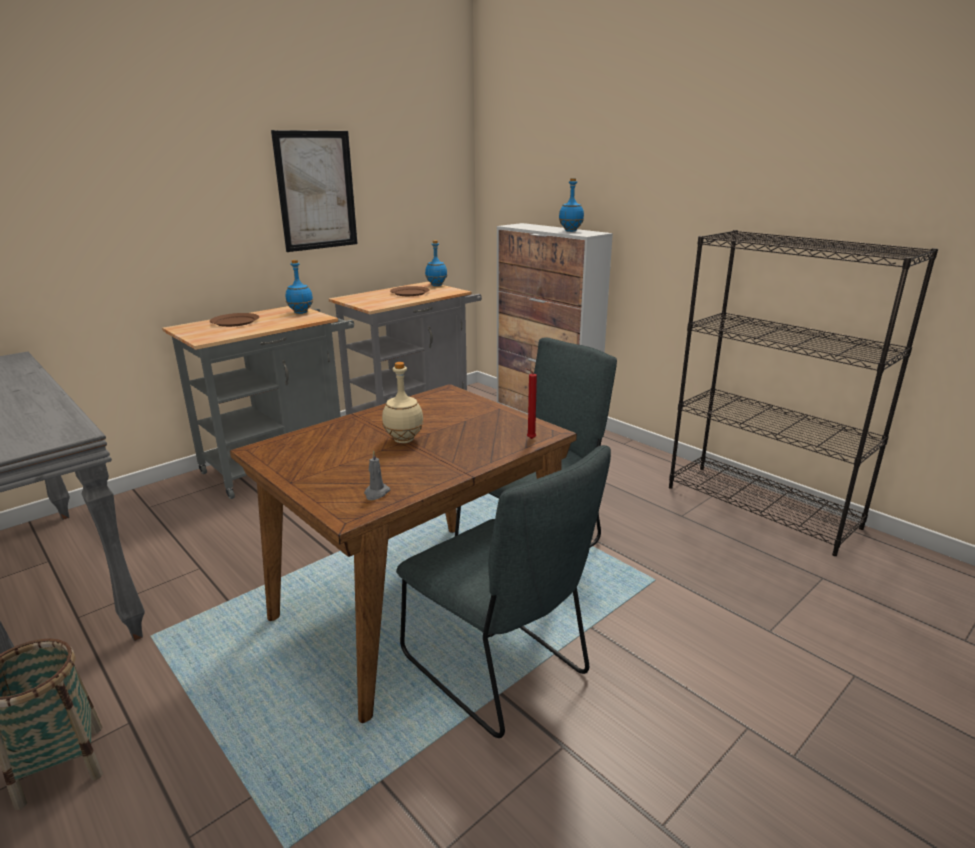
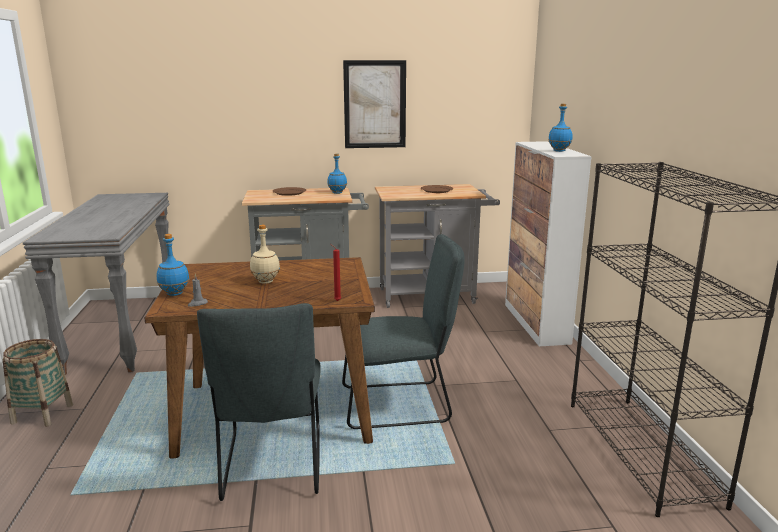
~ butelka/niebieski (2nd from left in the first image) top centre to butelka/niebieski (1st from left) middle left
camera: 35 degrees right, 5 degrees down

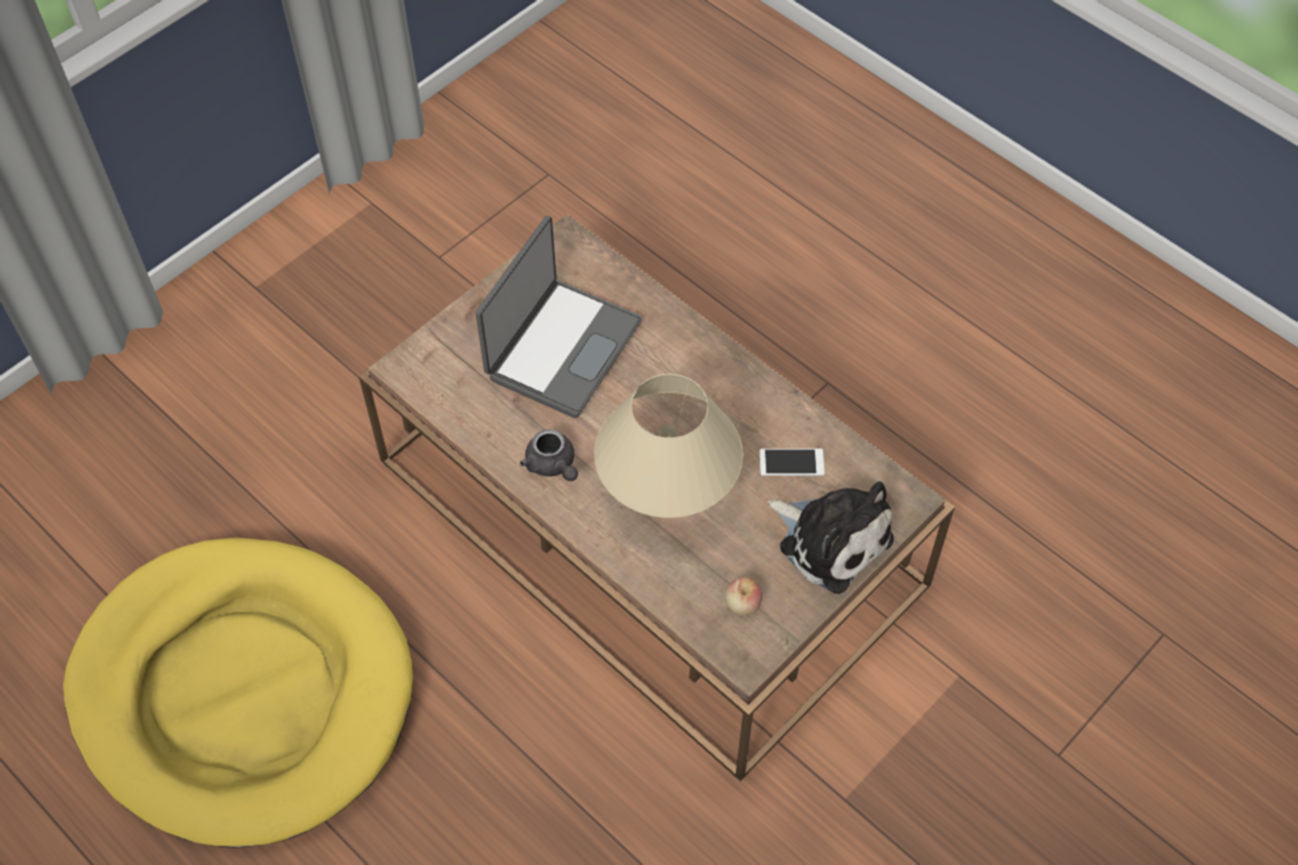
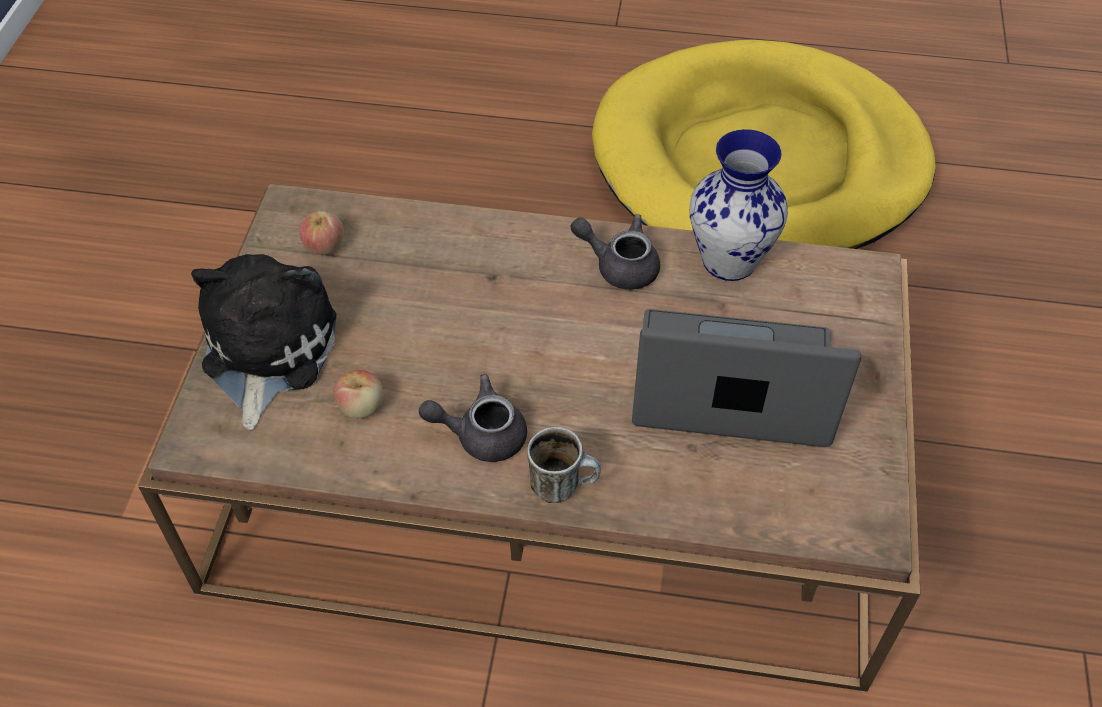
- lampa stołowa/beżowy centre
+ imbryk/szary (1st from left) centre
+ kubek centre
+ wazon top right
~ telefon centre to jabłko (2nd from left) middle left
~ laptop centre = middle right 105 degrees clockwise
~ pluszak centre = middle left 90 degrees clockwise
camera: 145 degrees right, 5 degrees down

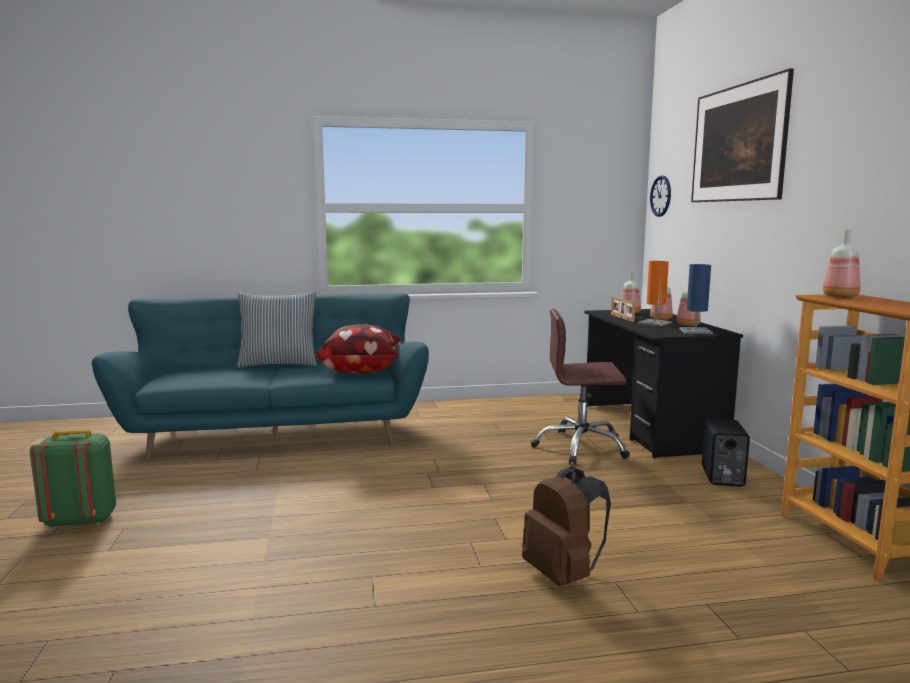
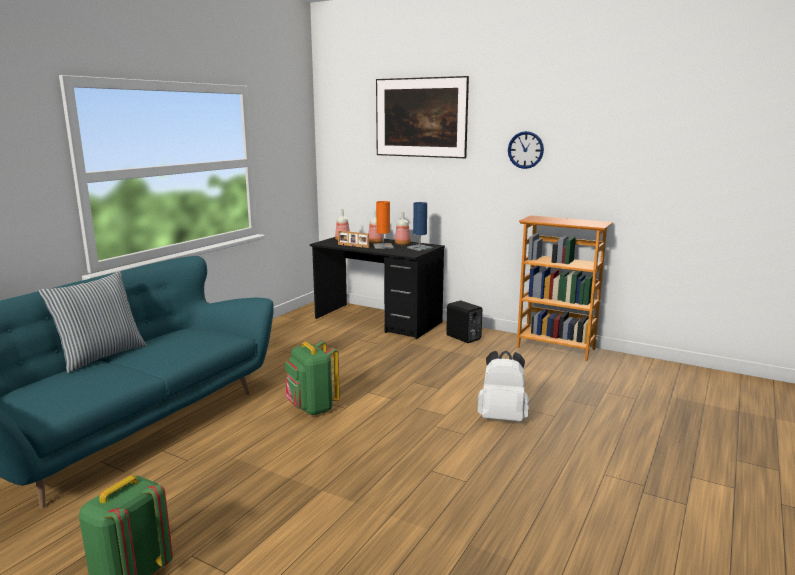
- poduszka (2nd from left) centre
- krzesło biurowe/brązowy centre
- butelka (4th from left) middle right
+ plecak/zielony (2nd from left) centre
~ zegar ścienny top right to top centre
~ plecak/brązowy bottom centre to plecak/biały bottom centre
camera: 50 degrees left, 5 degrees up

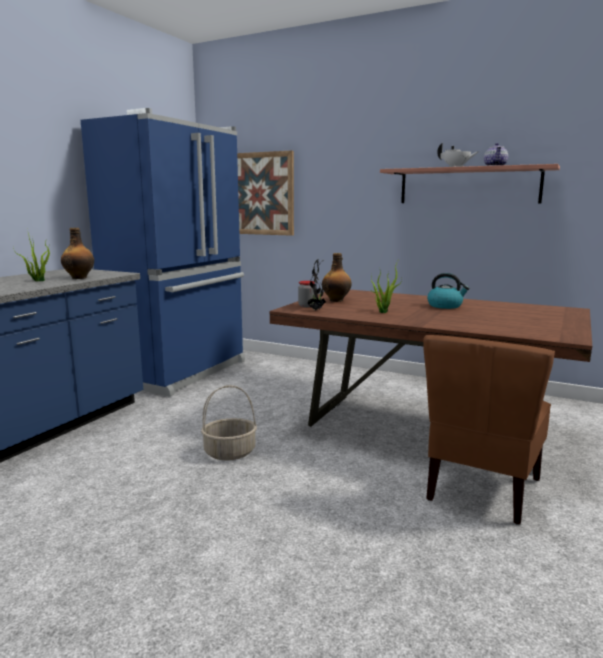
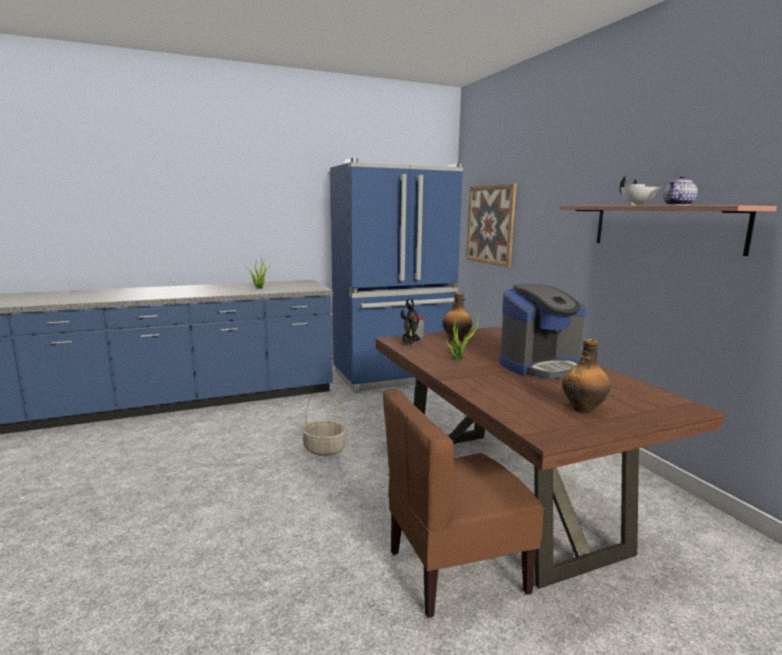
~ butelka (1st from left in the first image) middle left to butelka (2nd from left) middle right
~ czajnik middle right to ekspres do kawy middle right
camera: 40 degrees right, 0 degrees up

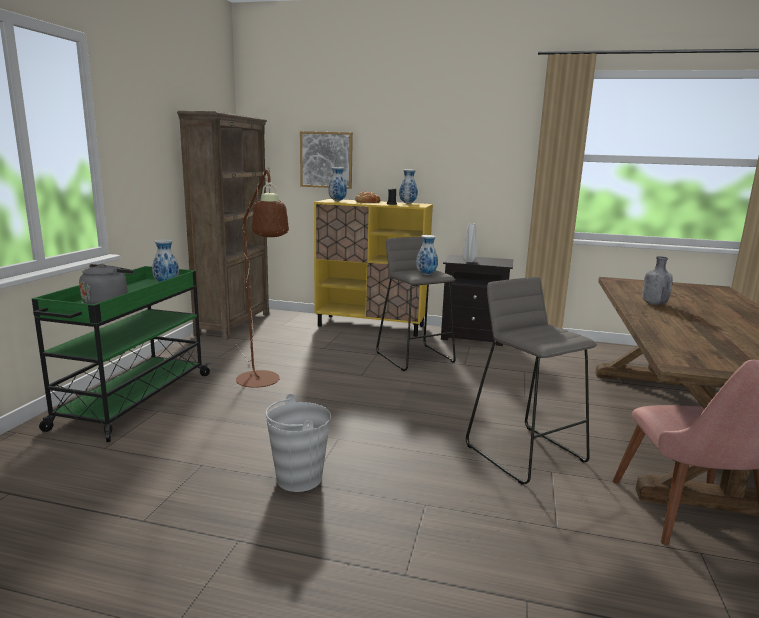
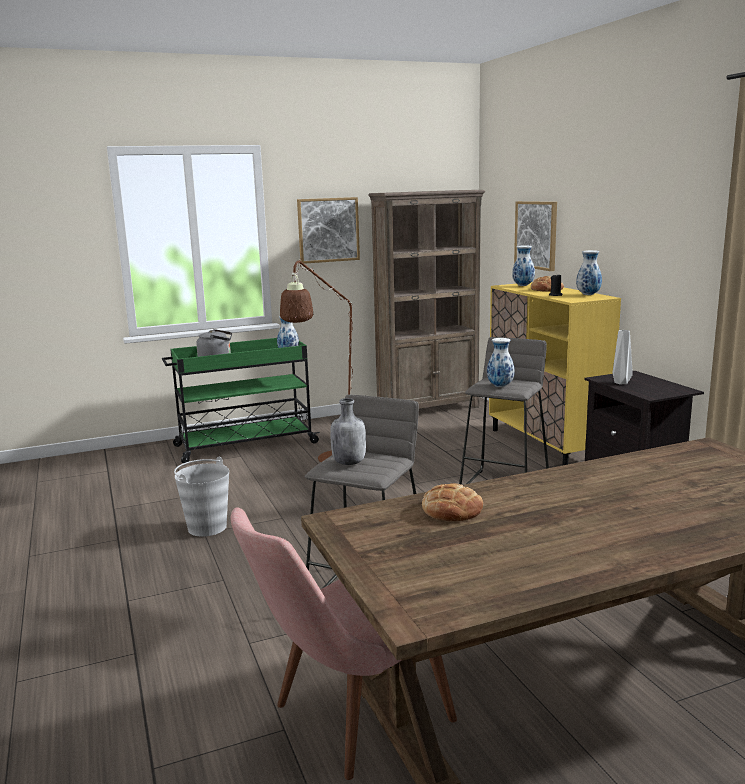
+ obraz (1st from left) top centre
+ chleb (1st from left) centre
~ butelka/szary middle right to centre
camera: 55 degrees right, 0 degrees up

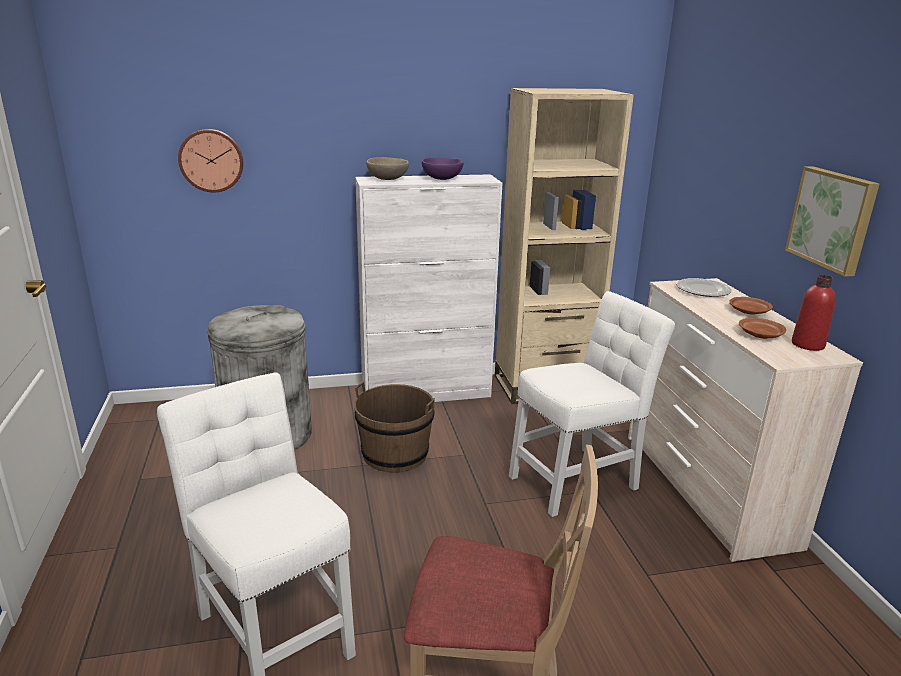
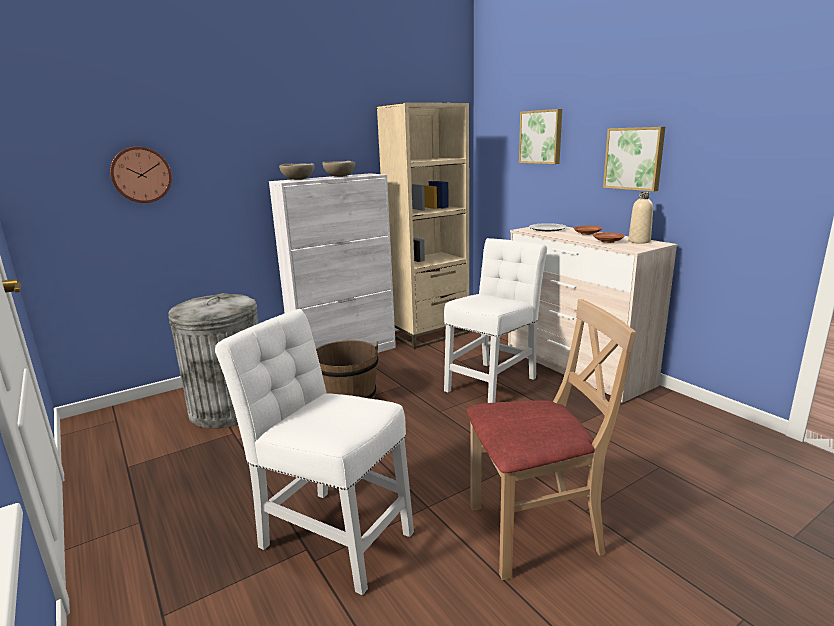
+ obraz (1st from left) top centre
~ miska/fioletowy top centre to miska/beżowy (2nd from left) top centre
~ butelka/czerwony middle right to butelka/beżowy middle right
camera: 20 degrees left, 5 degrees down

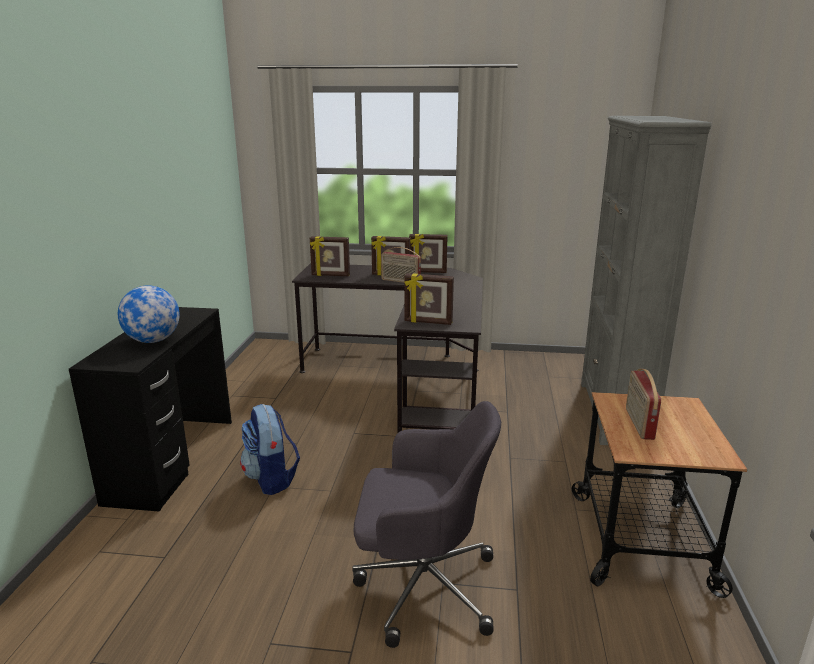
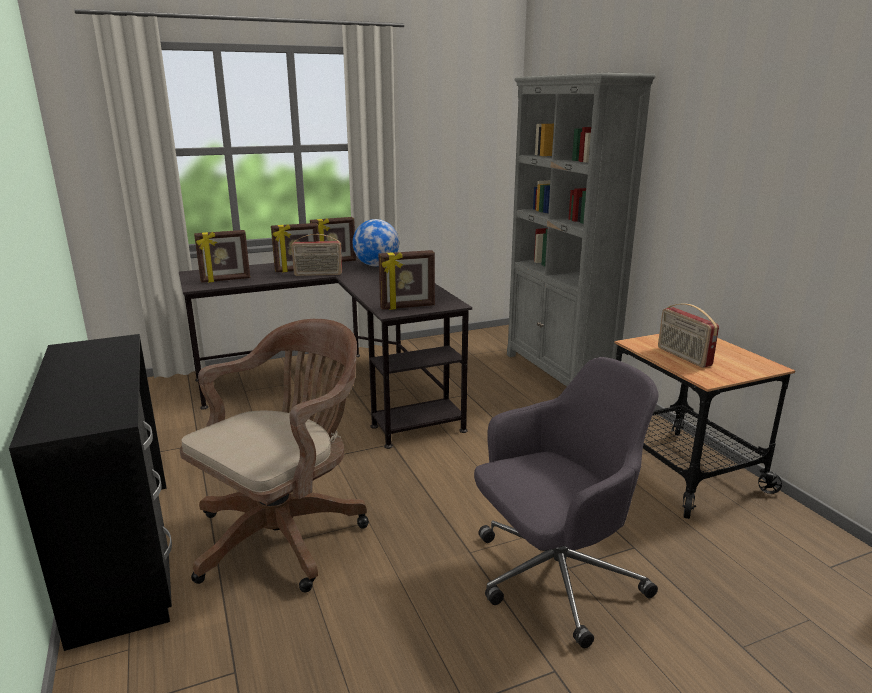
~ globus middle left to centre
~ plecak bottom left to krzesło biurowe/brązowy middle left
camera: 30 degrees left, 0 degrees up

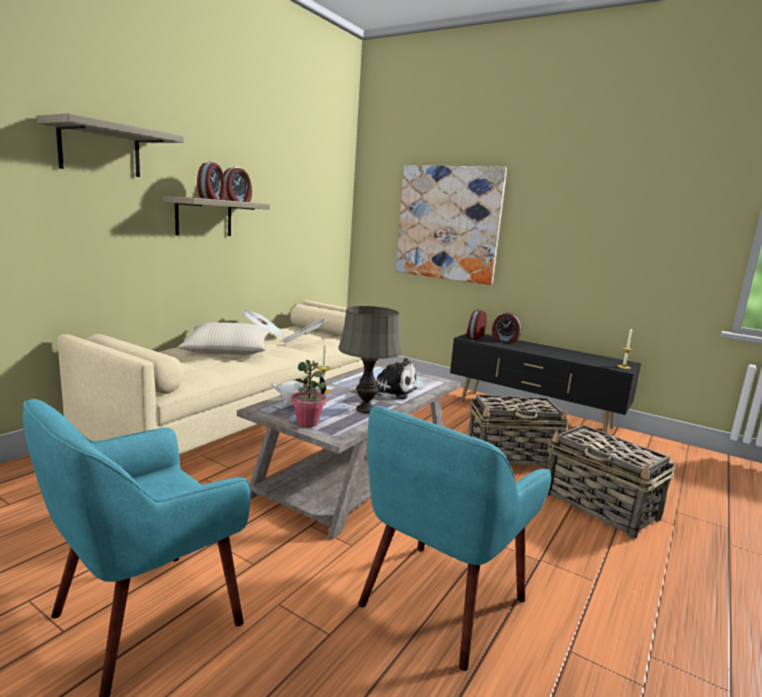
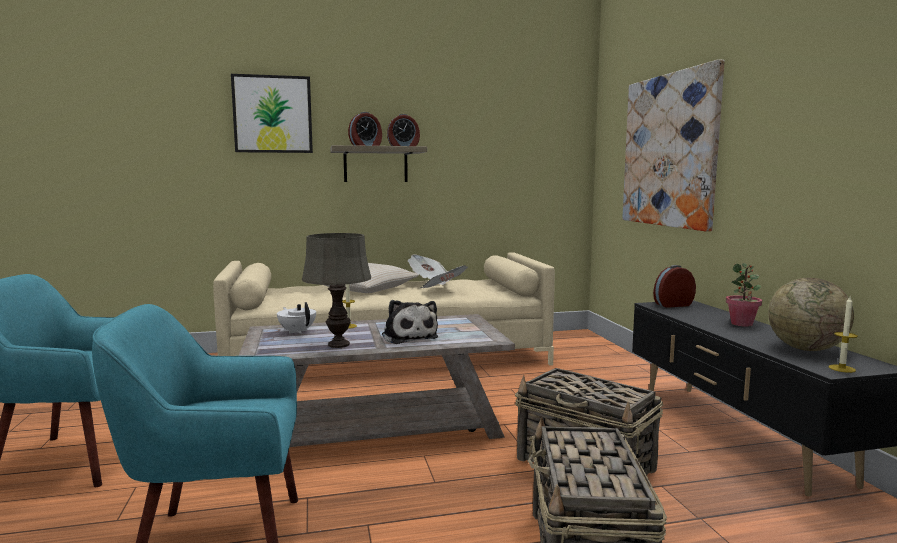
- budzik (4th from left) centre
+ globus middle right
~ roślina doniczkowa centre to middle right
~ półka (1st from left) top left to obraz (1st from left) top left
camera: 45 degrees right, 5 degrees down

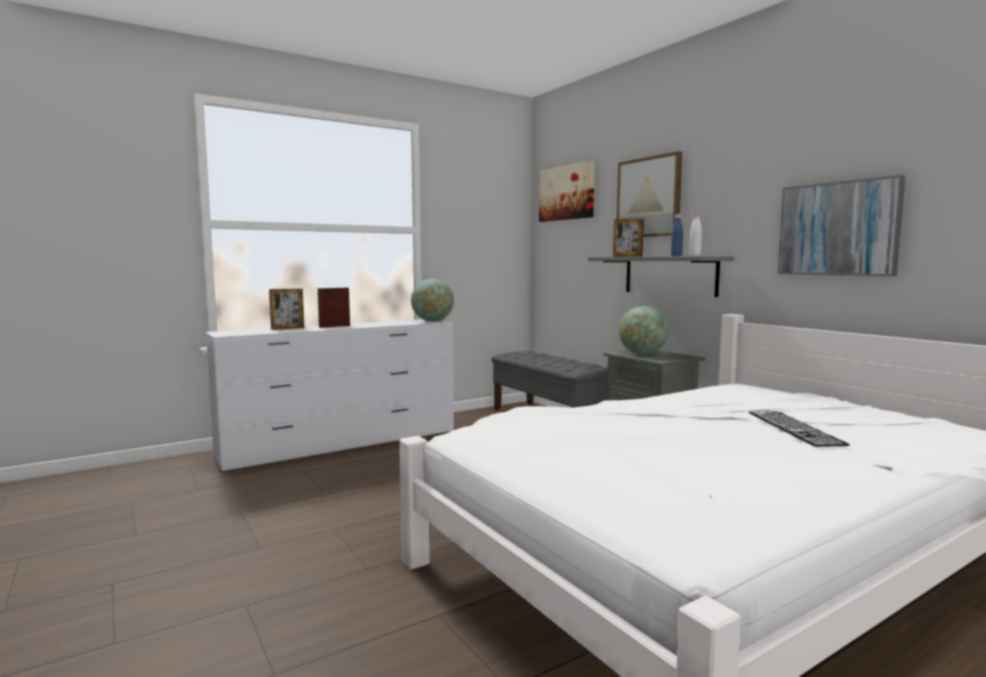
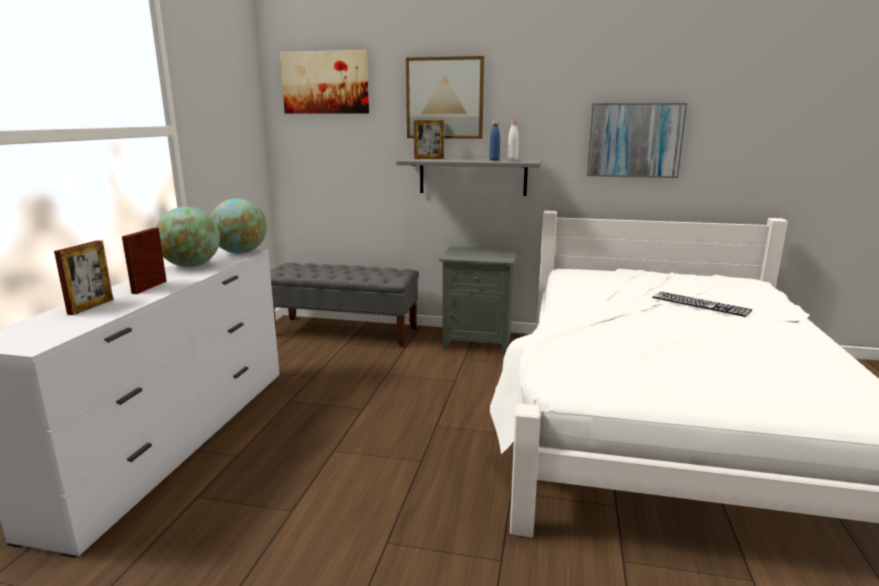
~ globus (2nd from left in the first image) centre to globus (1st from left) middle left
camera: 45 degrees left, 10 degrees up

